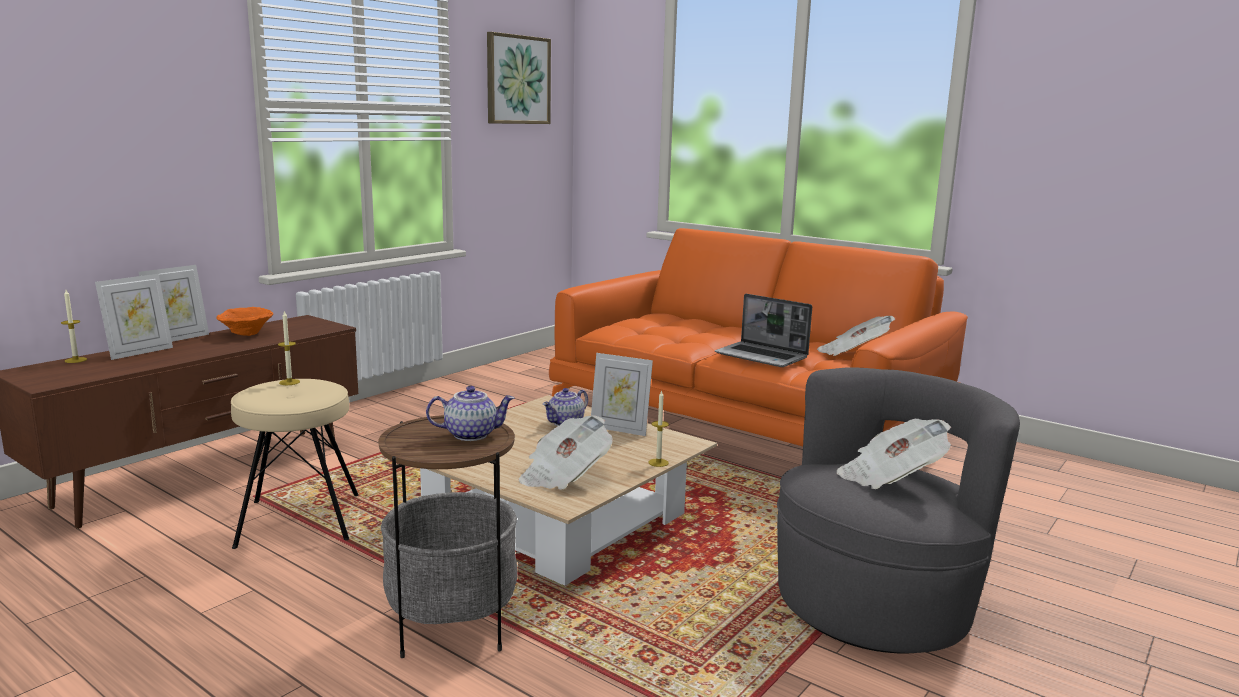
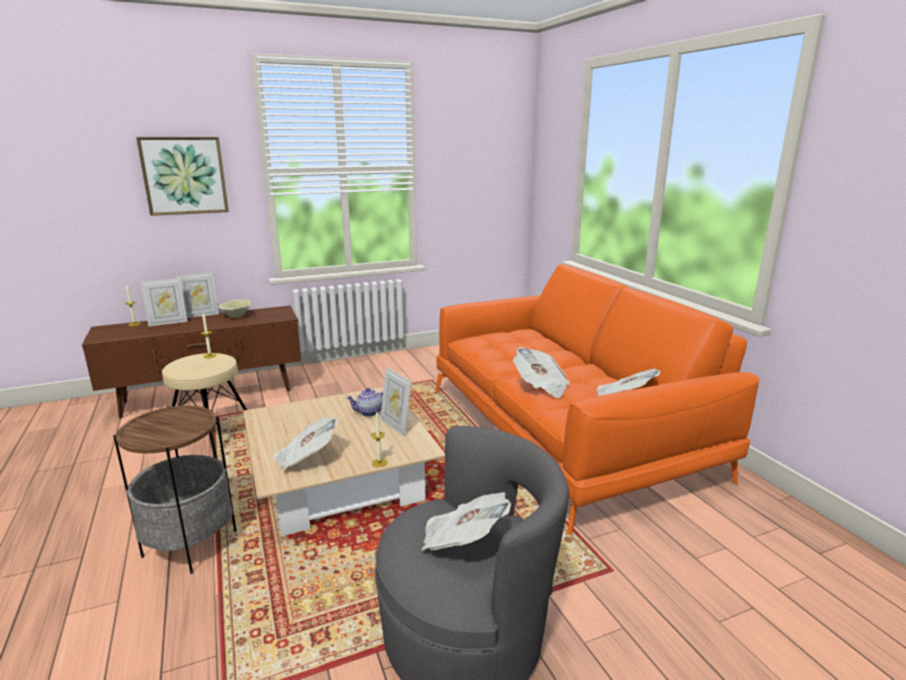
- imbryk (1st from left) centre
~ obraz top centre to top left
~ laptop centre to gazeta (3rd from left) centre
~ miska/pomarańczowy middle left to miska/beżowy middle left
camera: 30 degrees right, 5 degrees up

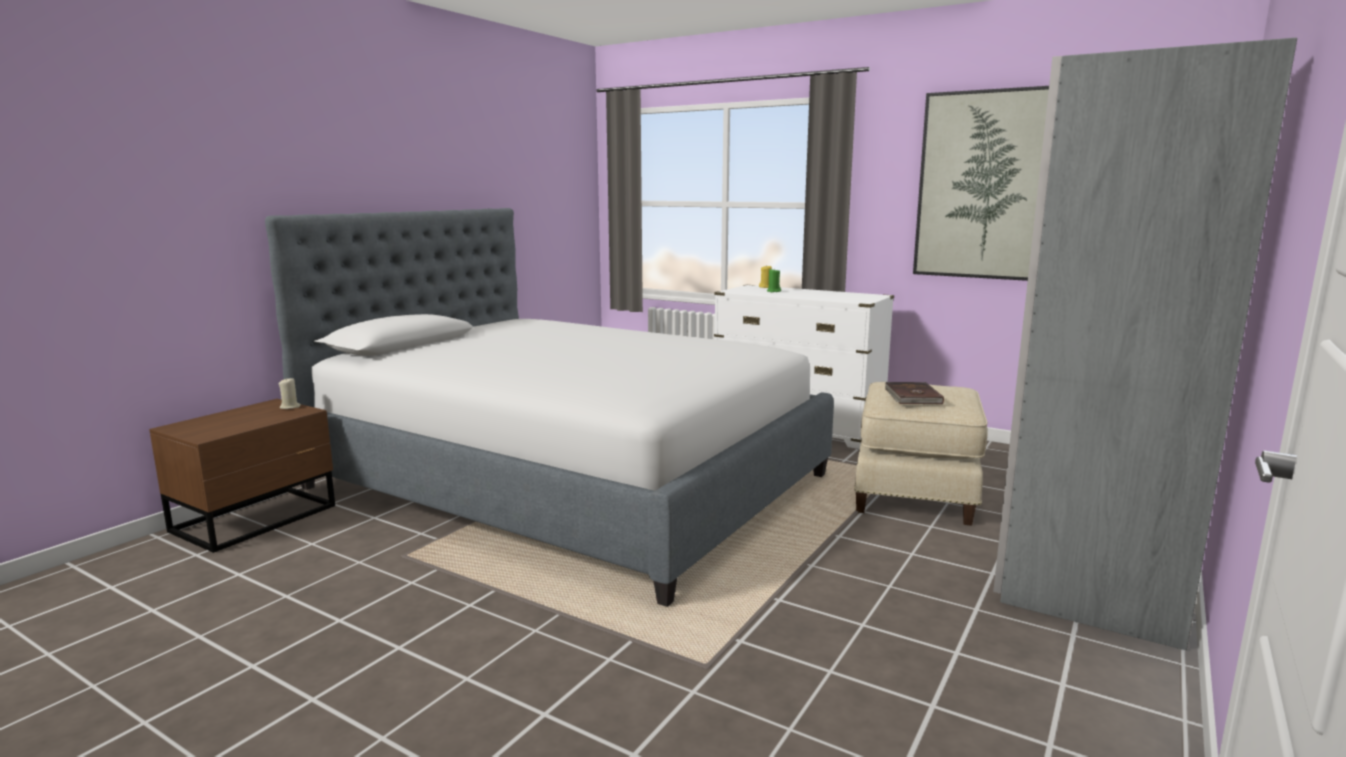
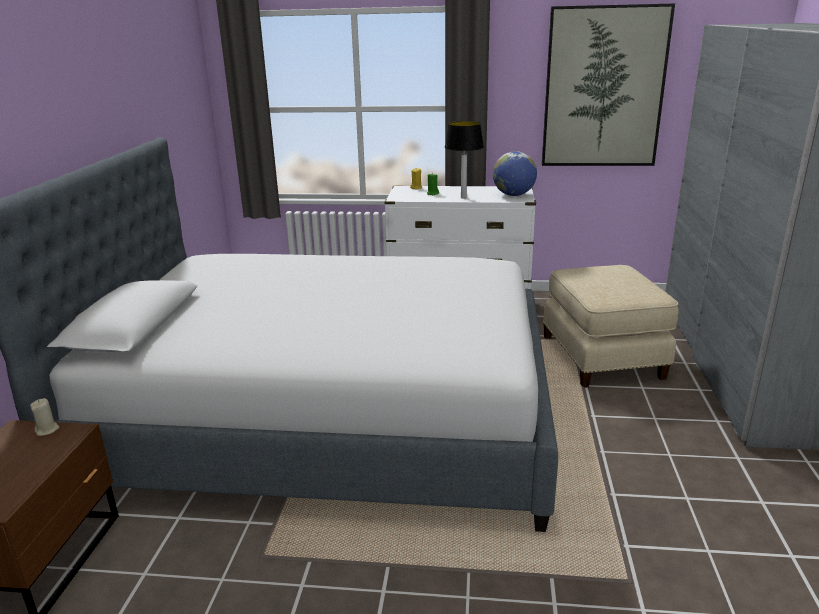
- książka/brązowy middle right
+ lampa stołowa top centre
+ globus top centre
camera: 25 degrees left, 10 degrees up

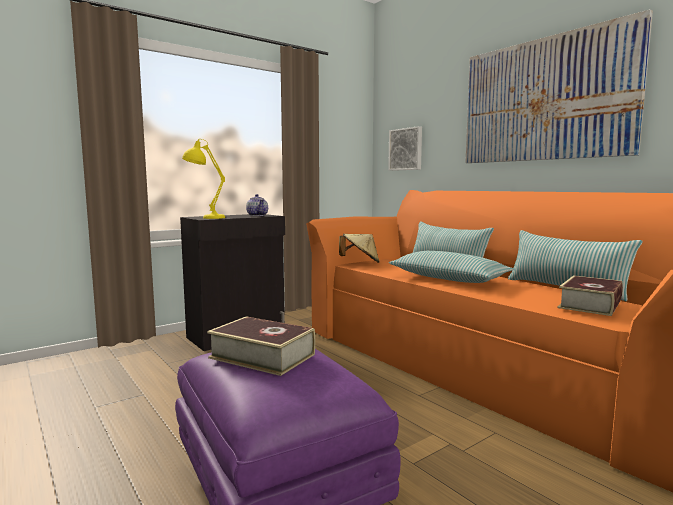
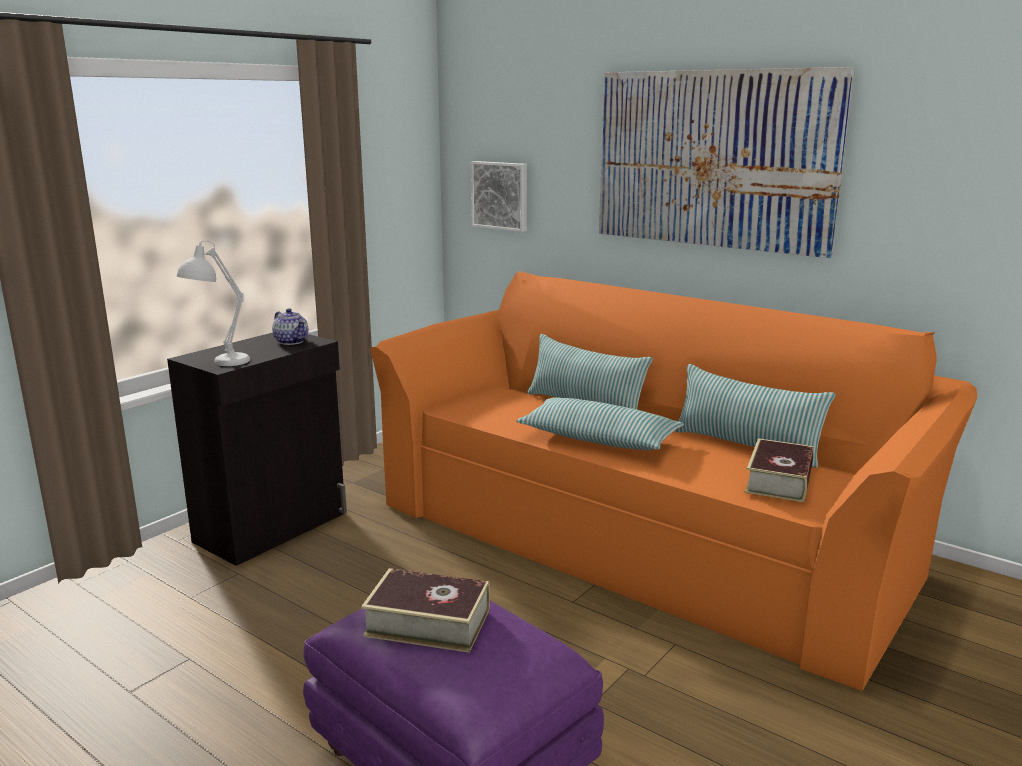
- kapelusz/beżowy centre
~ lampa stołowa/żółty middle left to lampa stołowa/biały middle left
camera: 15 degrees left, 10 degrees up

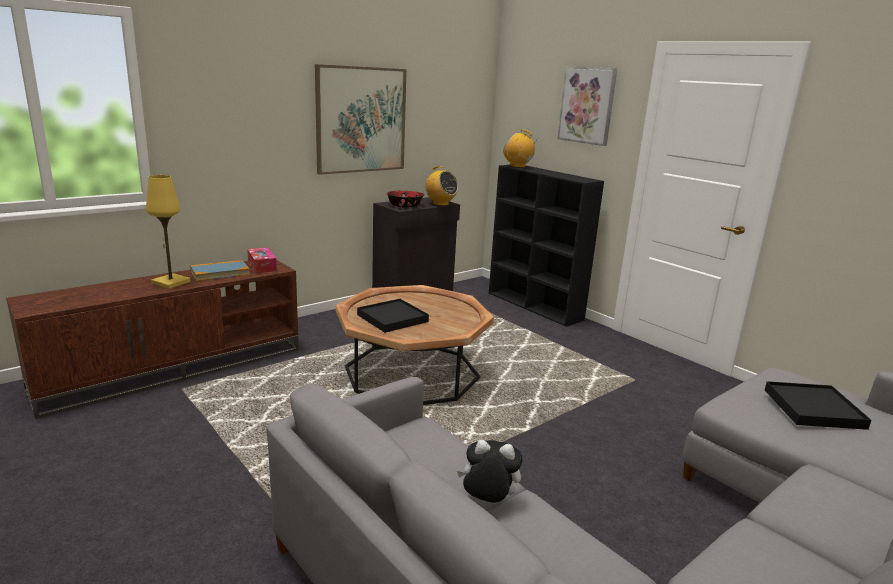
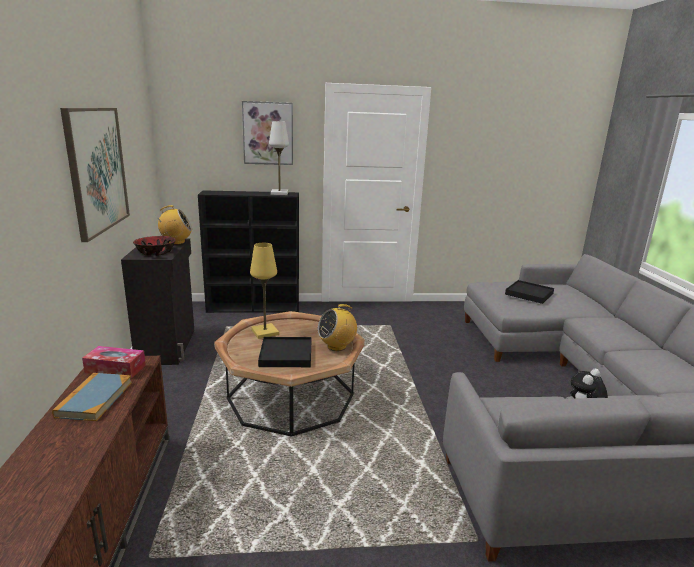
+ lampa stołowa/biały top centre
~ lampa stołowa/żółty middle left to centre
~ radio (2nd from left) top centre to centre
camera: 55 degrees left, 0 degrees up

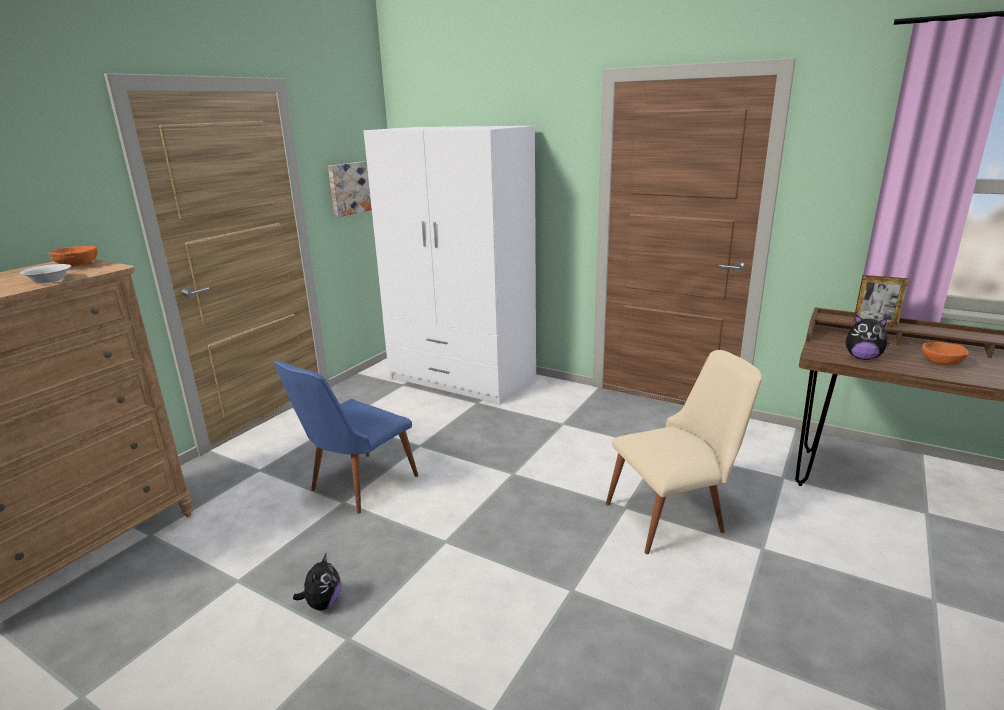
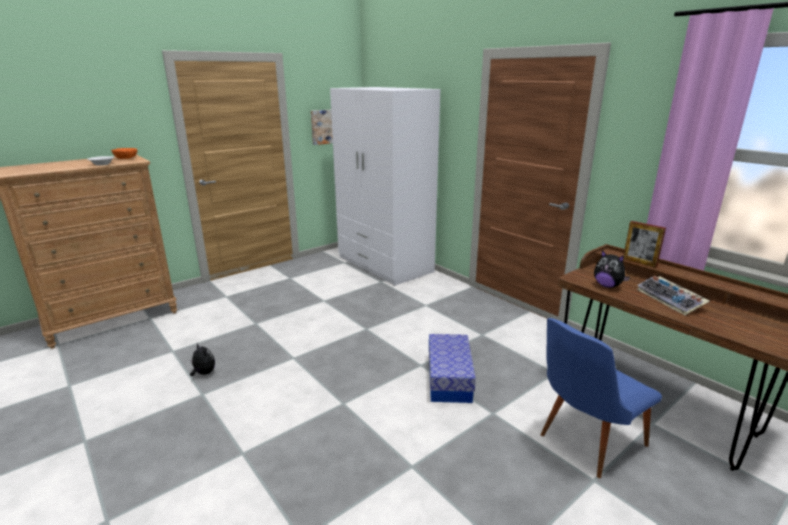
~ krzesło/niebieski centre to bottom right
~ krzesło/beżowy middle right to pojemnik do przechowywania bottom centre
~ miska/pomarańczowy (2nd from left) middle right to klawiatura middle right
~ pluszak (1st from left) bottom left = bottom left 75 degrees counterclockwise
camera: 20 degrees right, 0 degrees up

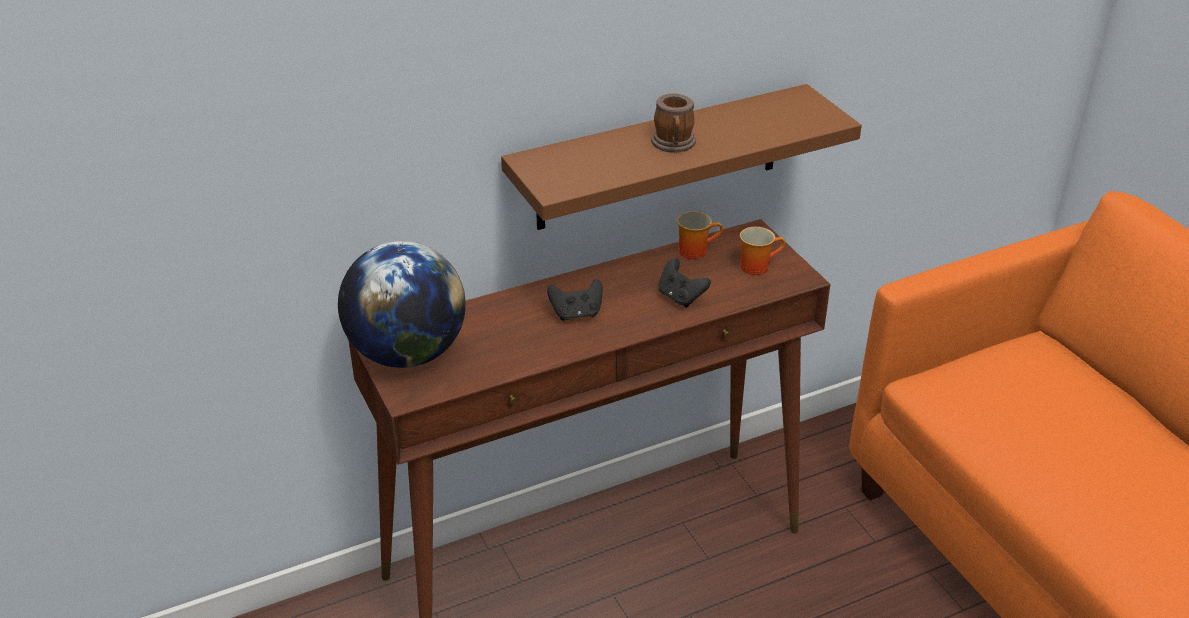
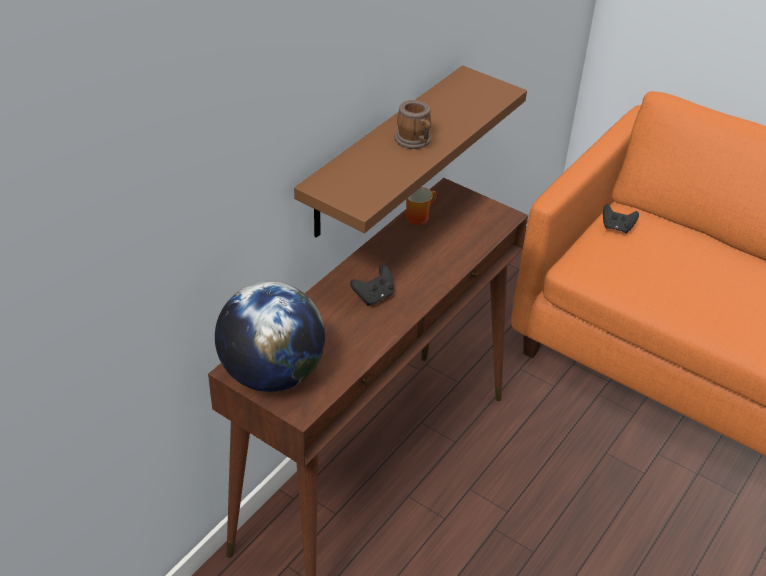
- kubek (3rd from left) centre
~ pad do gier/czarny (2nd from left) centre to middle right
camera: 30 degrees left, 5 degrees up

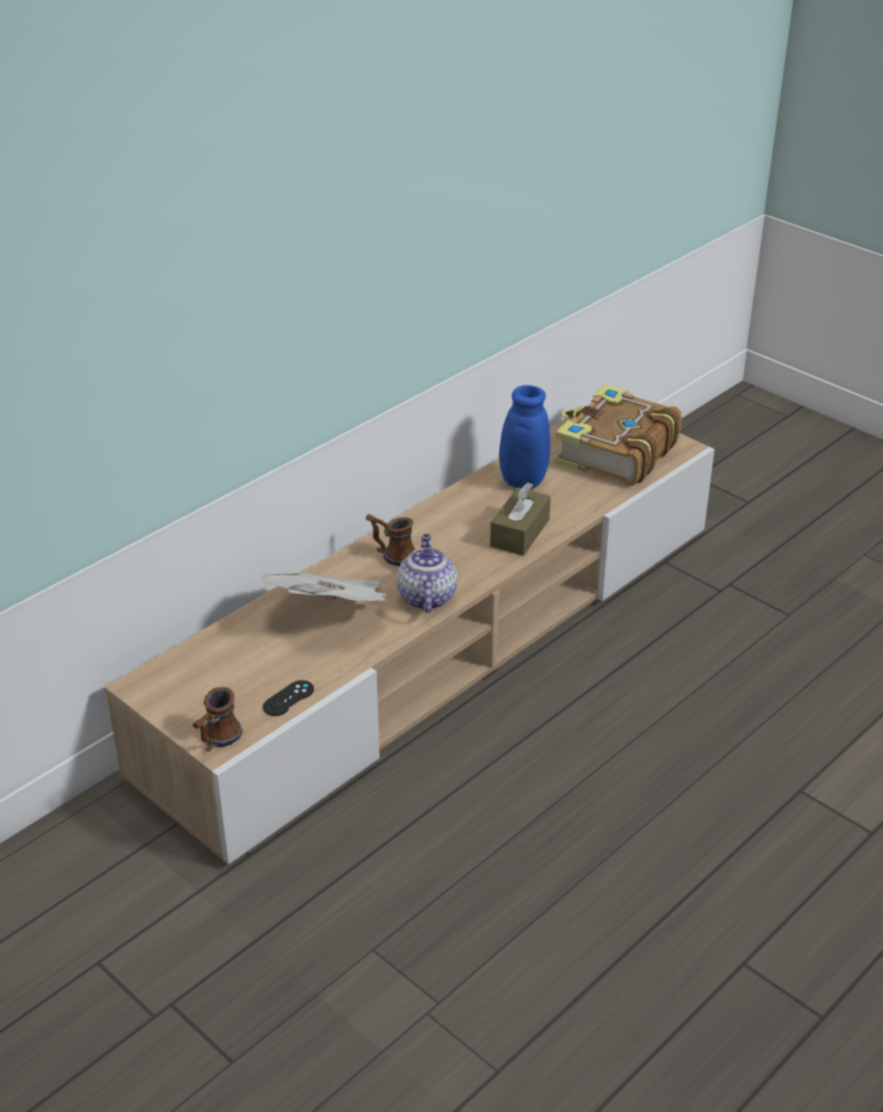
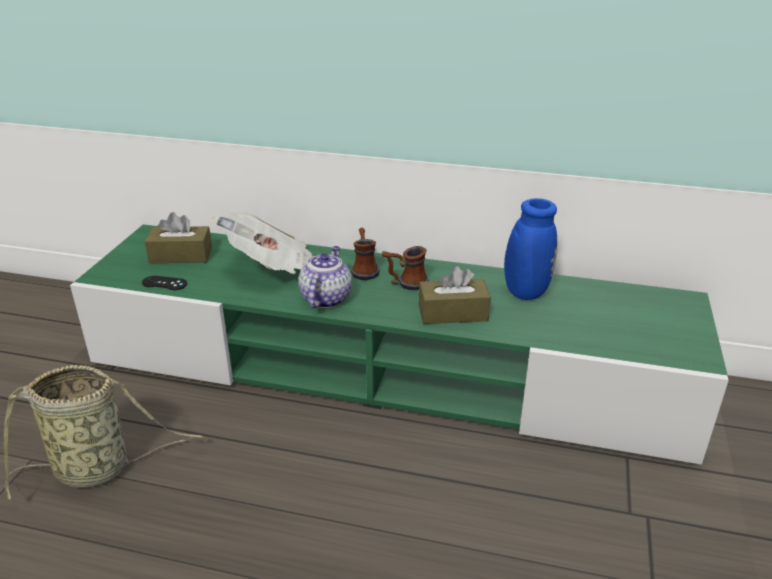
- książka middle right
+ koszyk bottom left
+ pudełko chusteczek/brązowy (1st from left) middle left
~ kubek (1st from left in the first image) middle left to kubek (2nd from left) centre
~ szafka pod telewizor/beżowy centre to szafka pod telewizor/zielony centre
~ imbryk centre = centre 45 degrees counterclockwise
camera: 60 degrees right, 5 degrees down

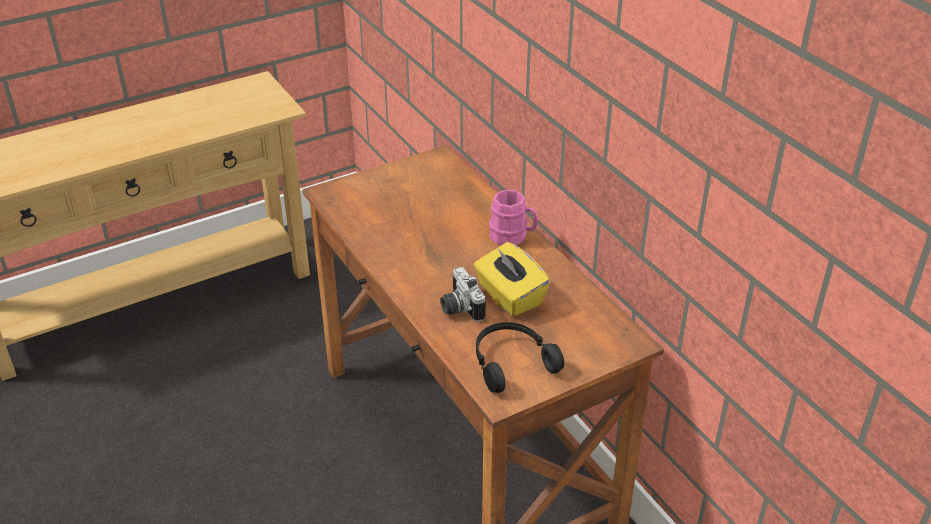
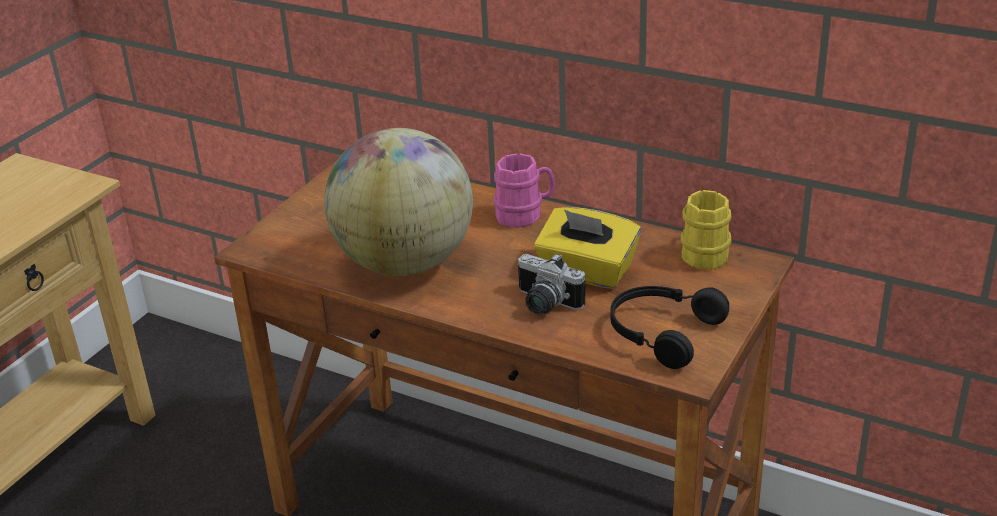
+ globus centre
+ kubek/żółty middle right
camera: 30 degrees left, 5 degrees down

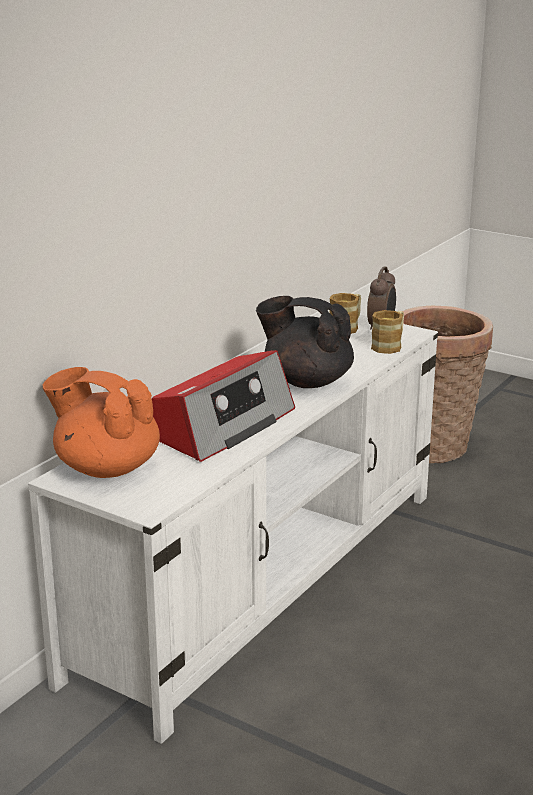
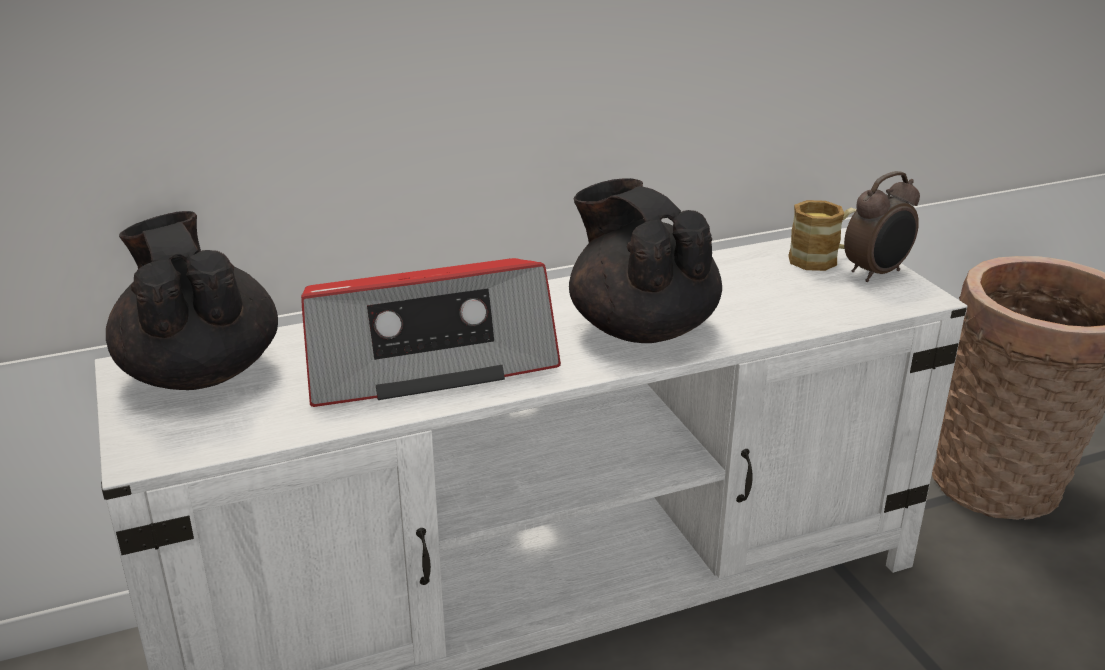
- kubek (2nd from left) middle right
~ imbryk/pomarańczowy middle left to imbryk/czarny (1st from left) middle left
camera: 35 degrees right, 5 degrees up

